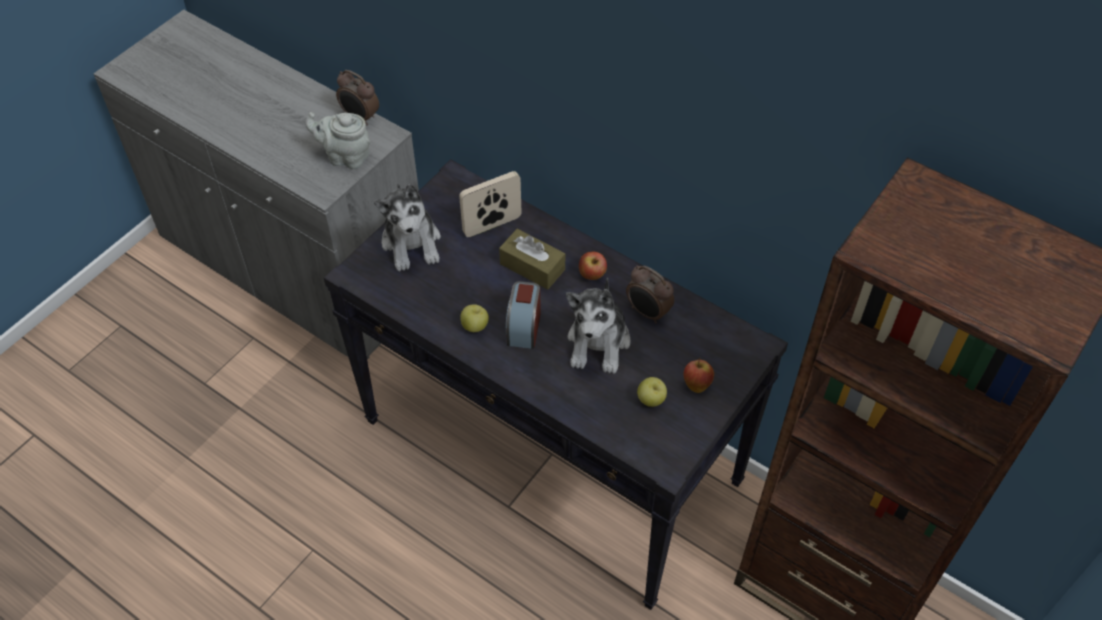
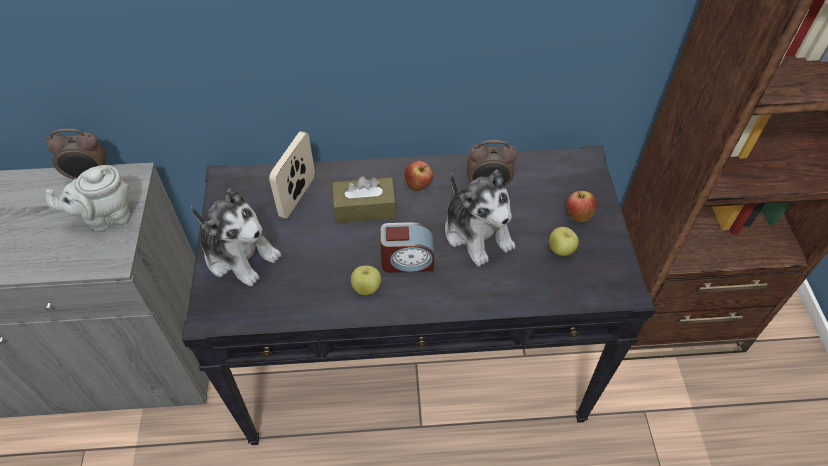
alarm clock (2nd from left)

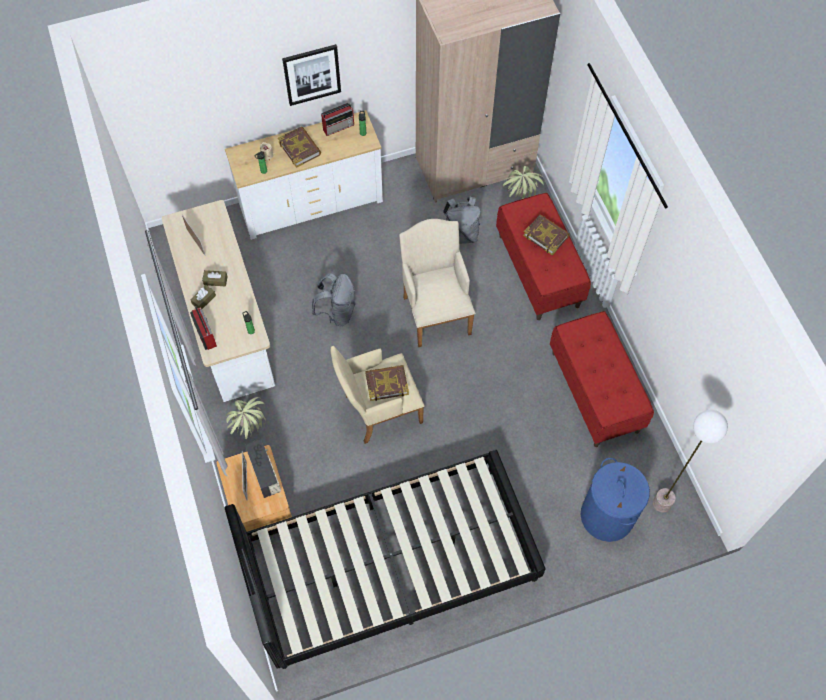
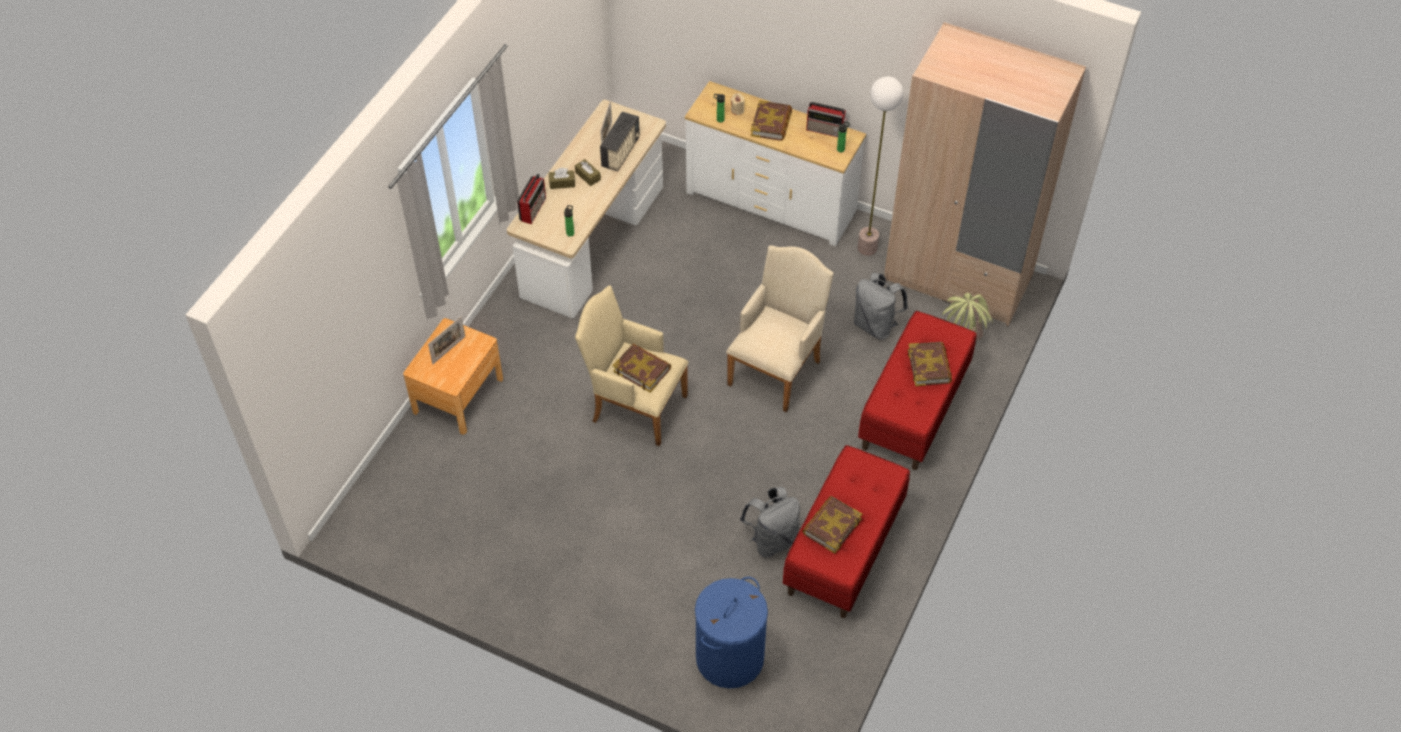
radio receiver (2nd from left)
backpack in grey (1st from left)
bound book (3rd from left)
standard lamp
sleeping bed in blackish
potted plant (1st from left in the first image)
wall picture

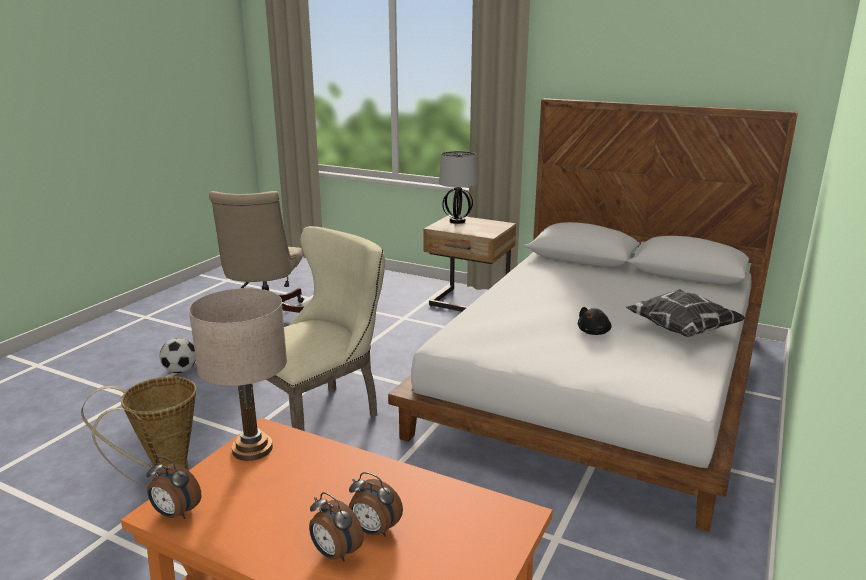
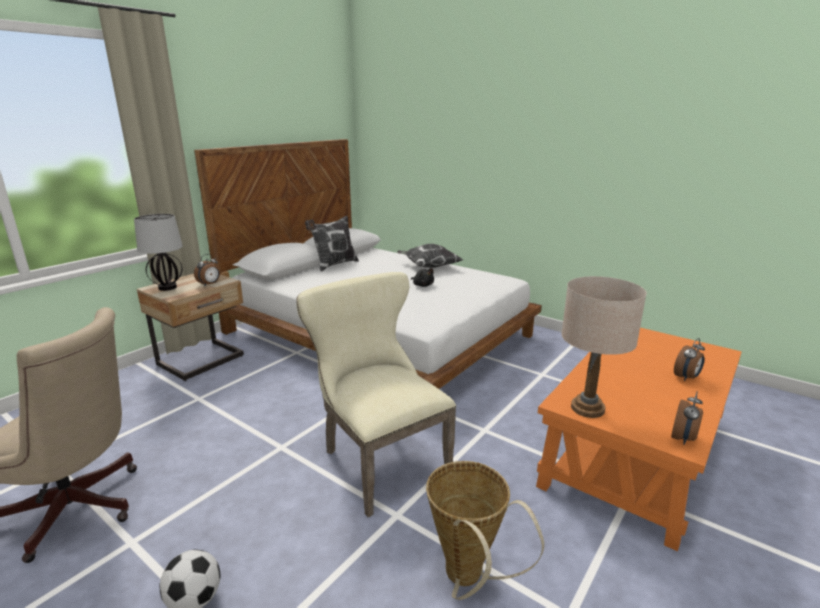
alarm clock (1st from left)
cushion (1st from left)

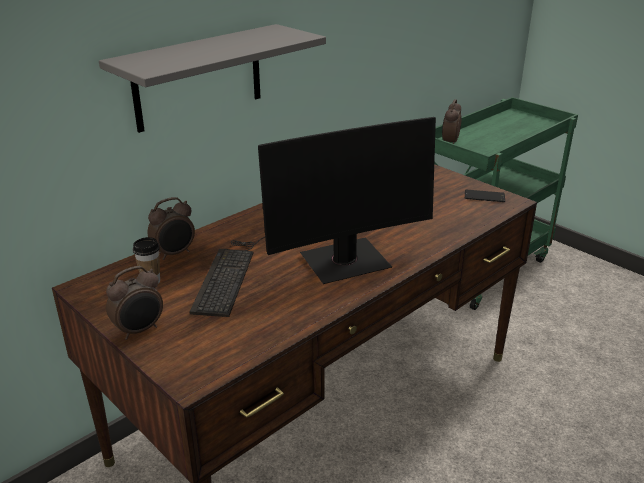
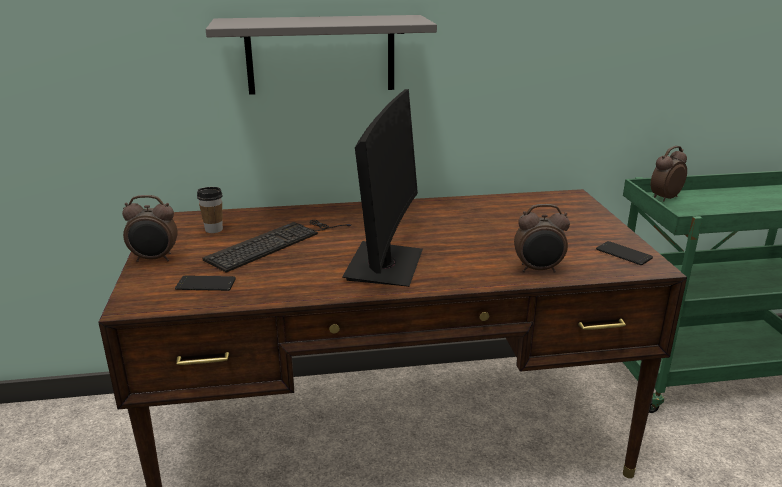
phone (1st from left)
monitor
alarm clock (2nd from left)

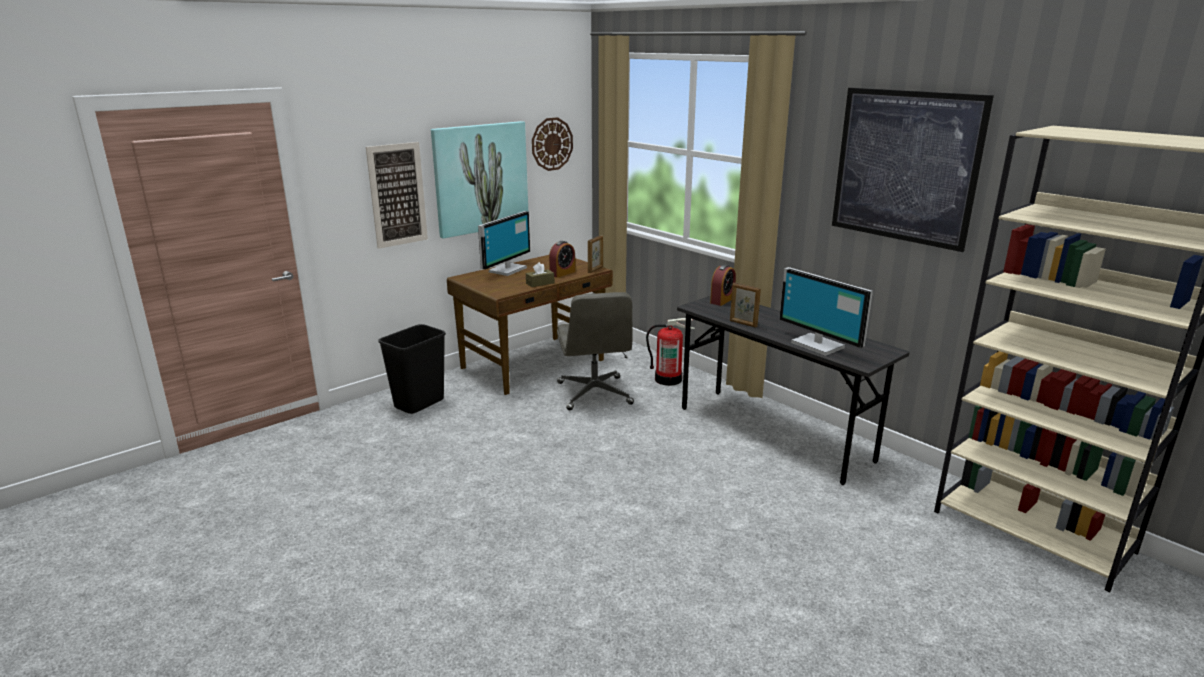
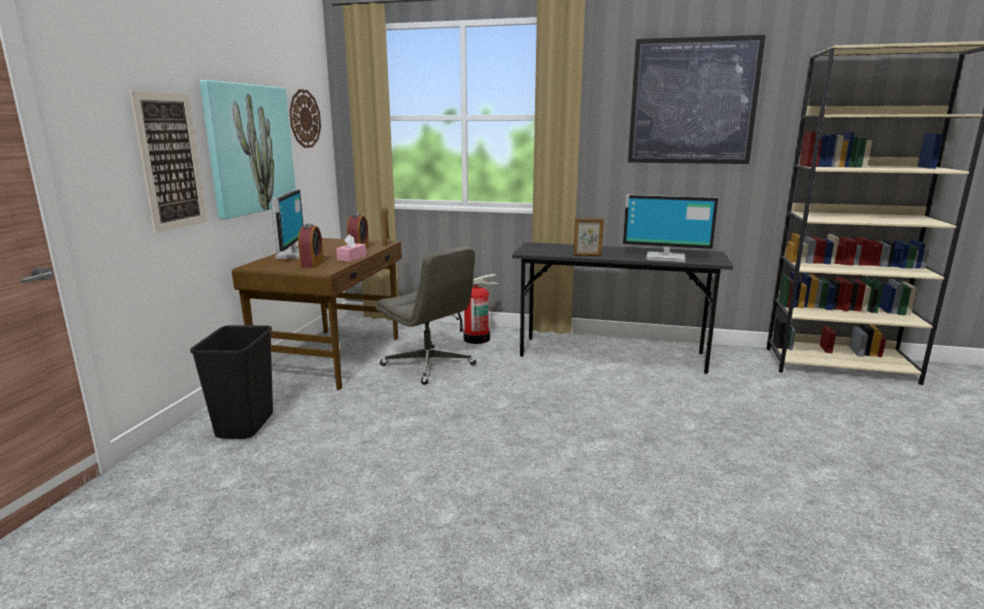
alarm clock (1st from left)
tissue box in pinkish

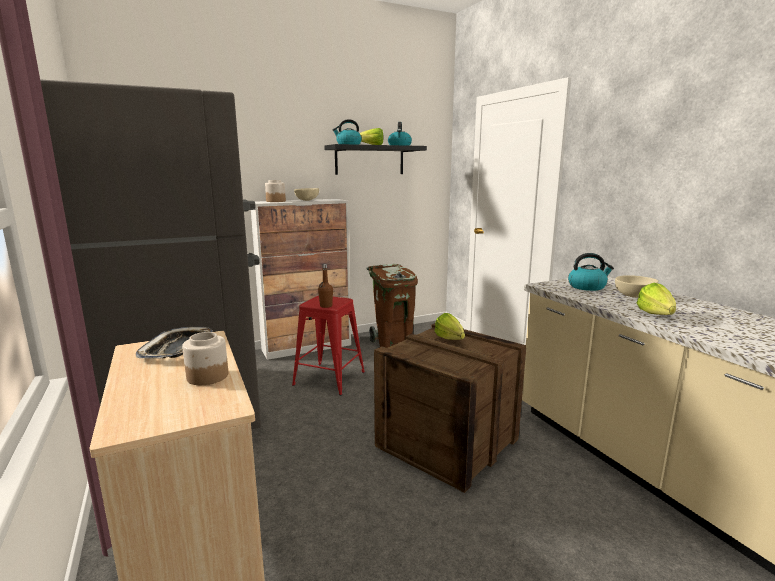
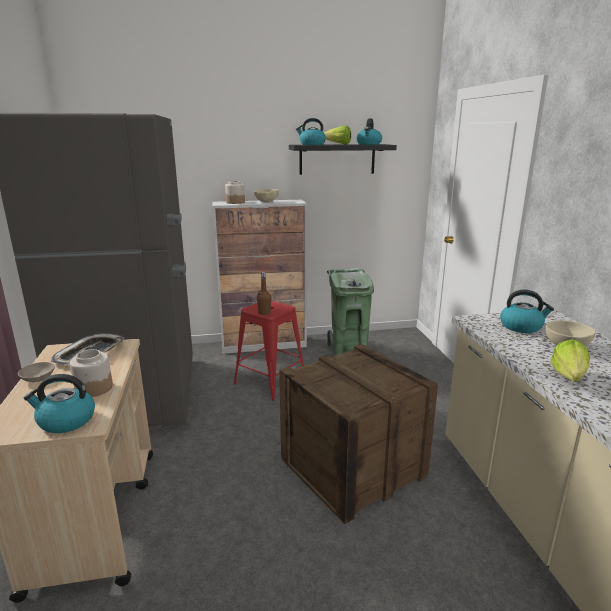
deep dish in sand-coloured (1st from left)
tea kettle (1st from left)
waste bin in greenish
head of lettuce (2nd from left in the first image)

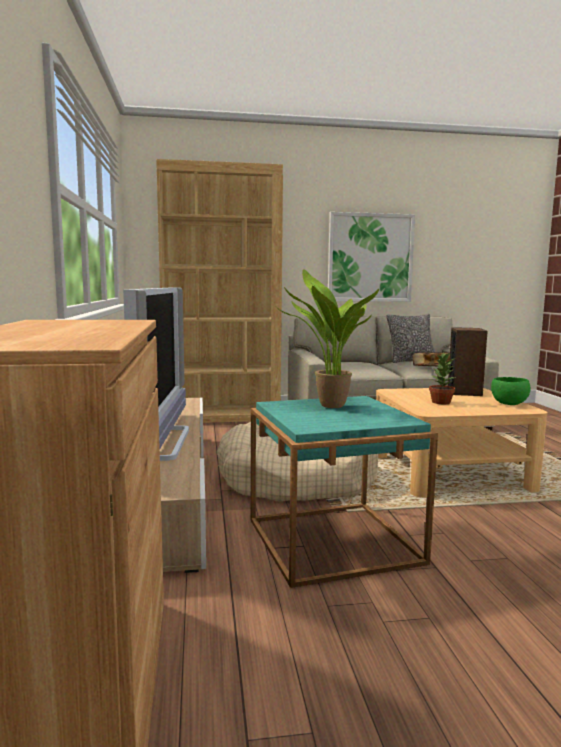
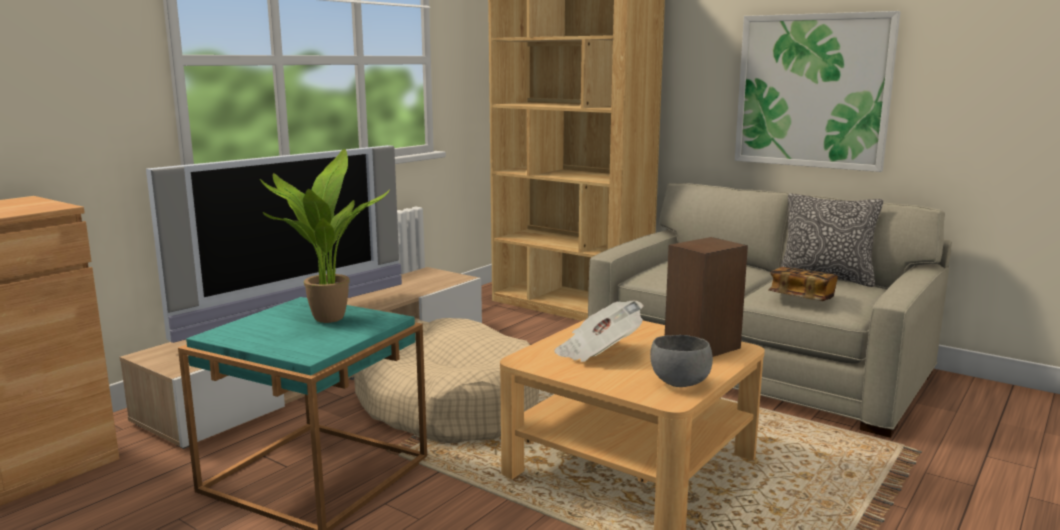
newspaper
deep dish in grey

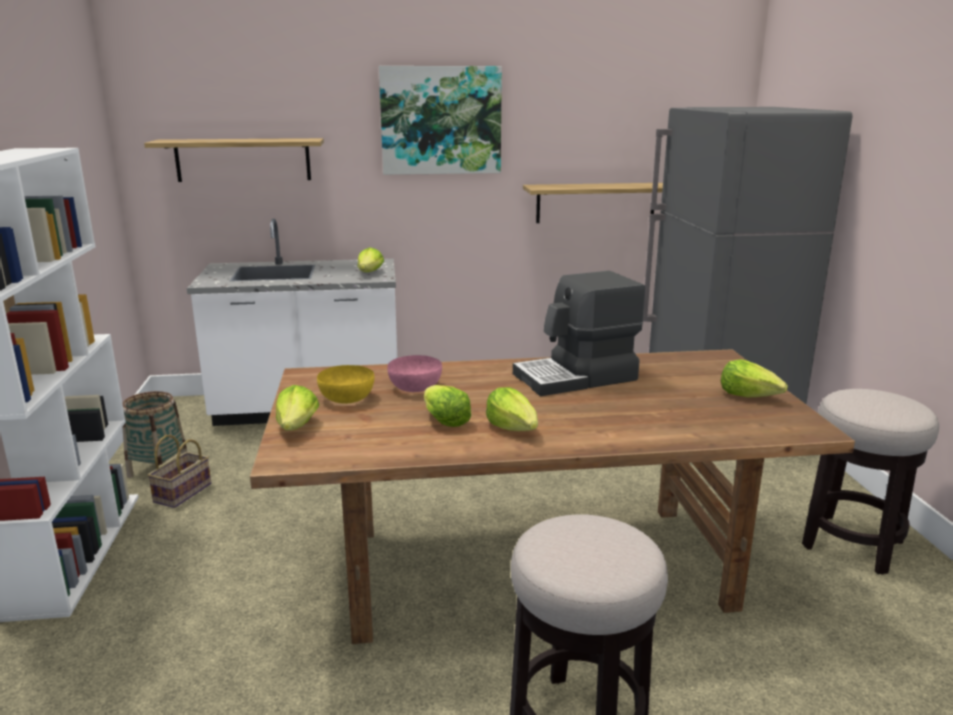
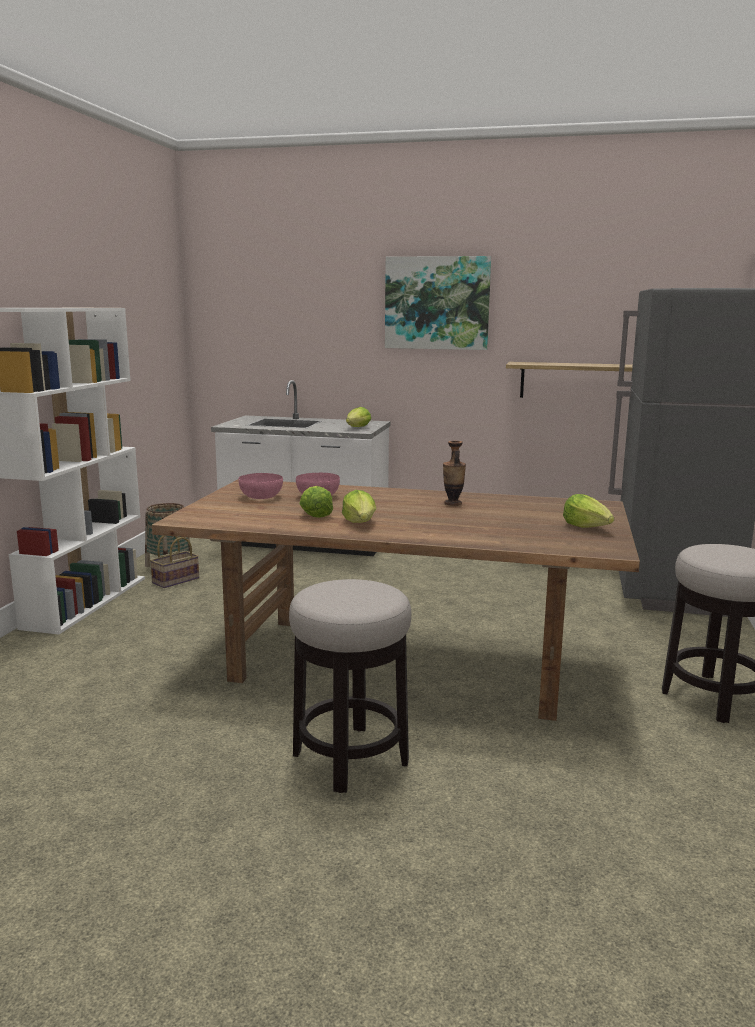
deep dish in pinkish (1st from left)
decorative vase
wall shelf (1st from left in the first image)
head of lettuce (1st from left in the first image)

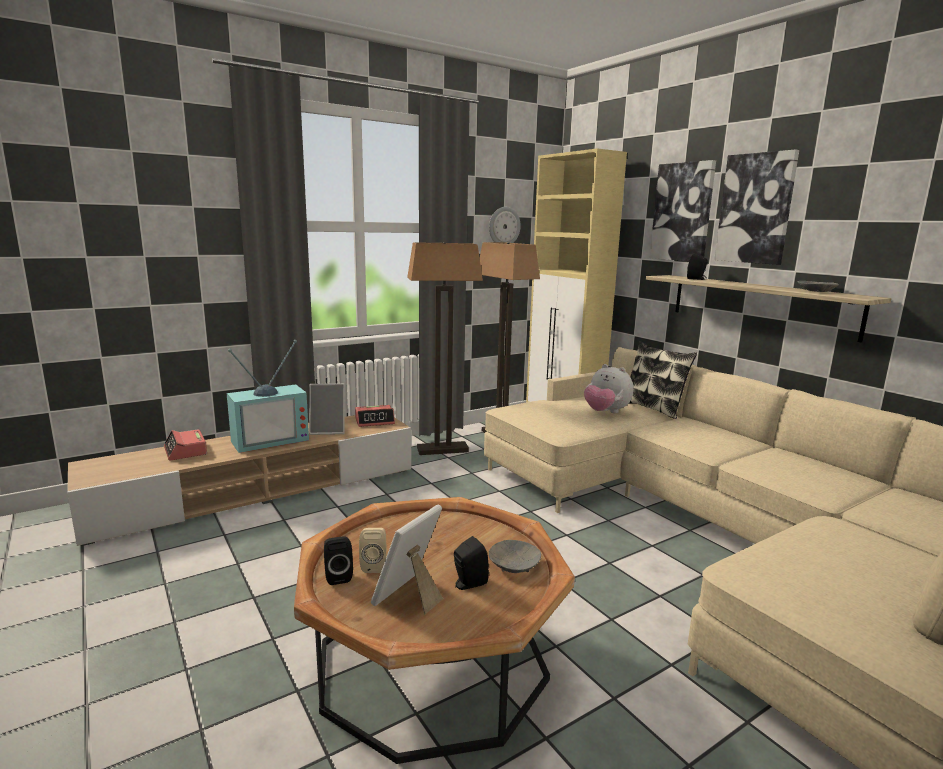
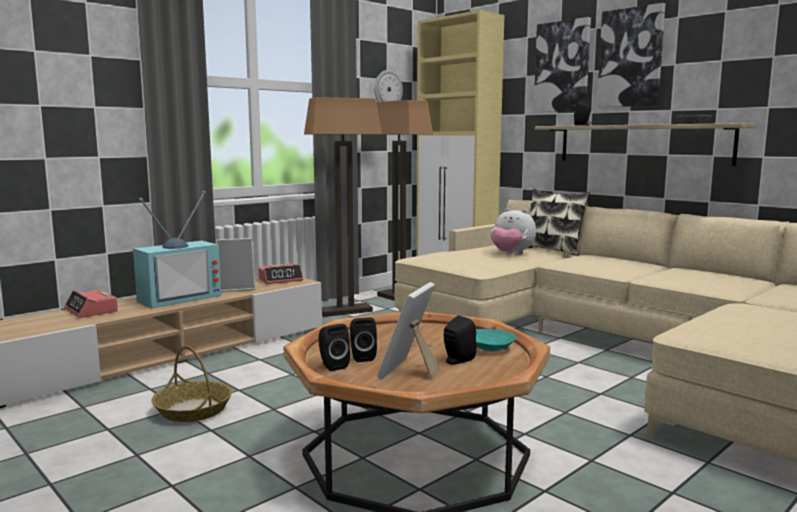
basket
audio speaker in blackish (2nd from left)
deep dish in turquoise-coloured

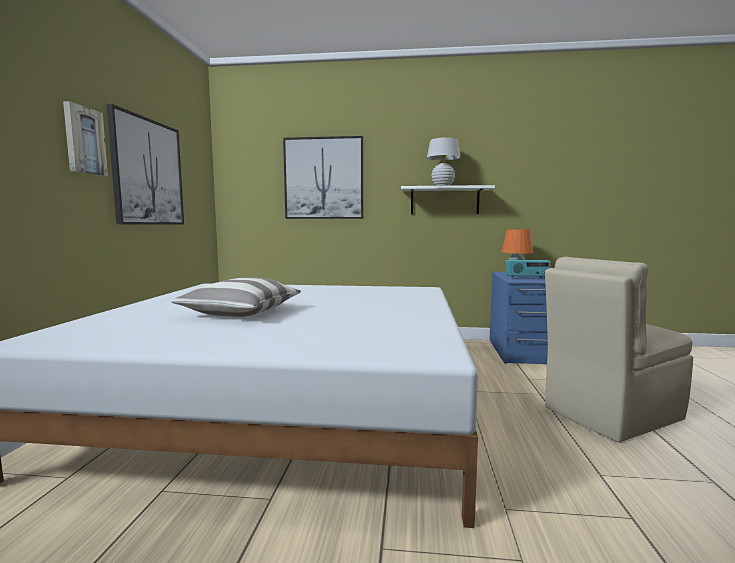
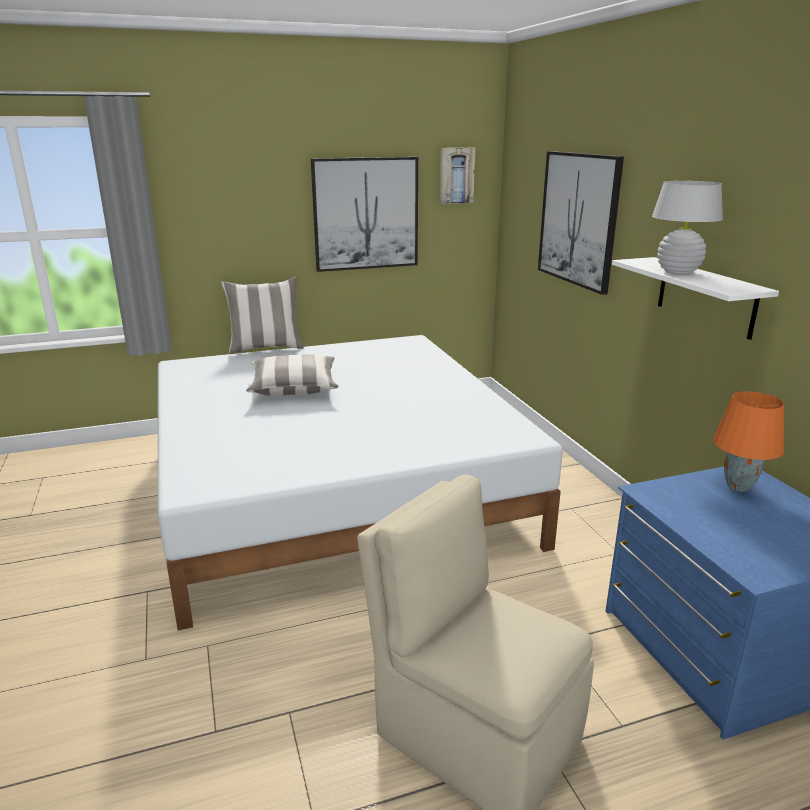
cushion (1st from left)
wall picture (2nd from left)
radio receiver

